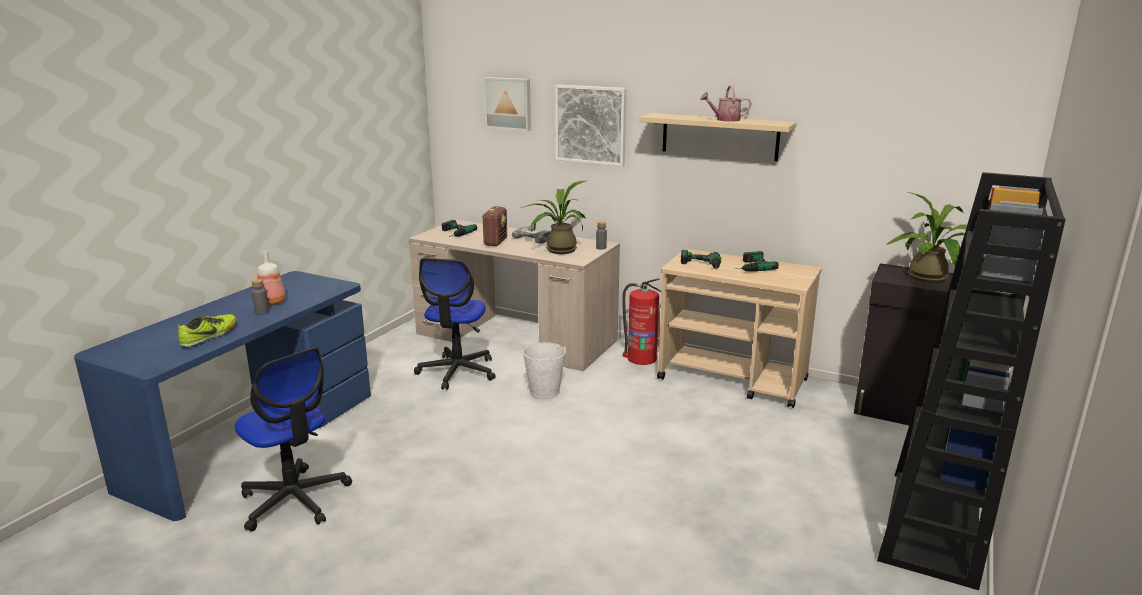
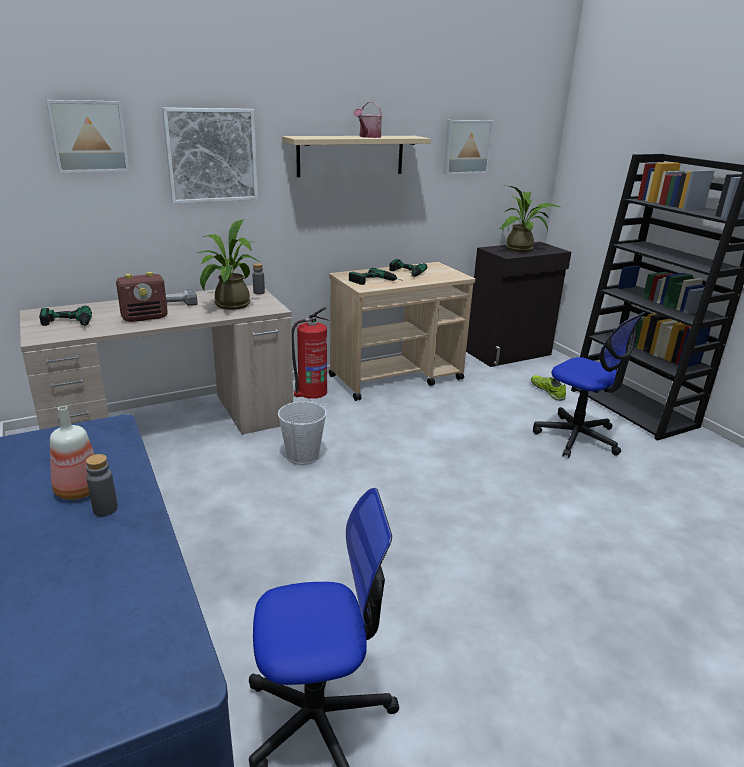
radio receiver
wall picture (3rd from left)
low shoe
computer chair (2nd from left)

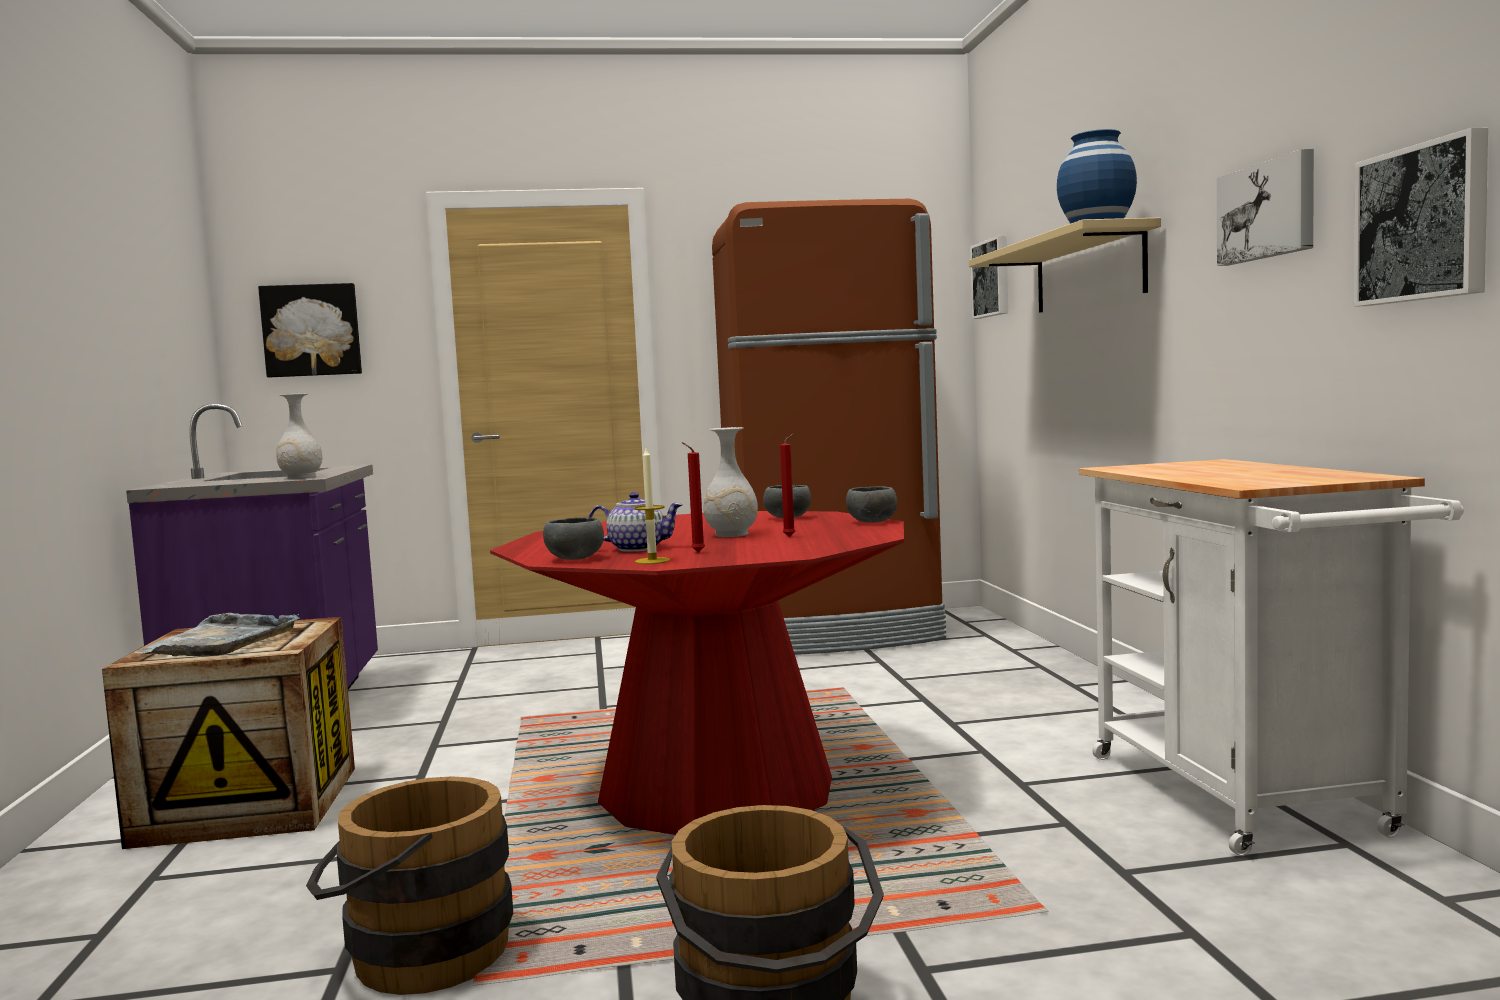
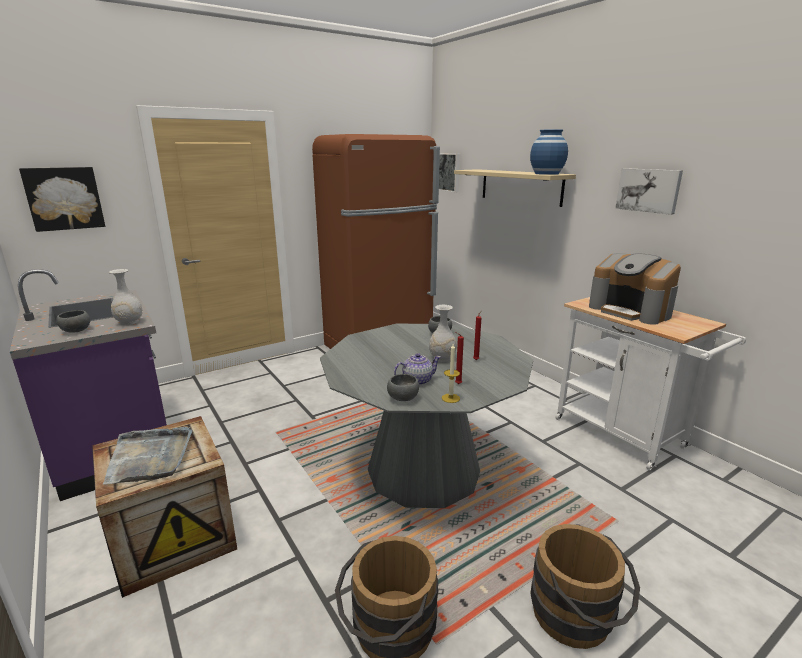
deep dish in grey (1st from left)
dinner table in grey
coffee brewer
wall picture (4th from left in the first image)

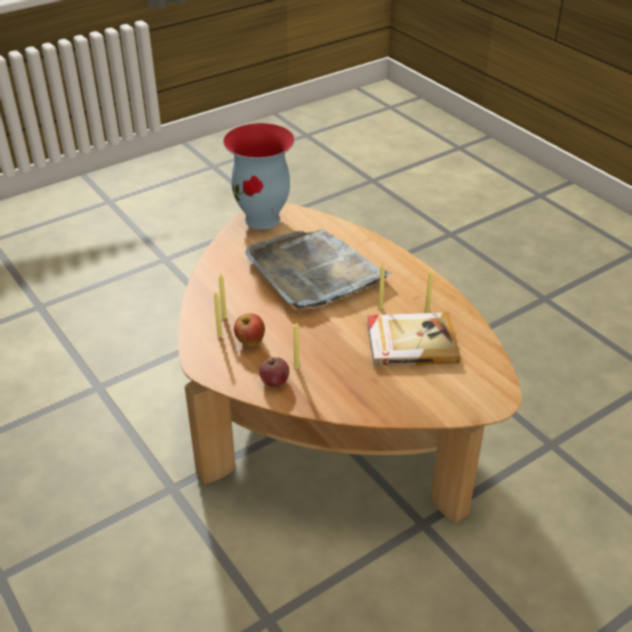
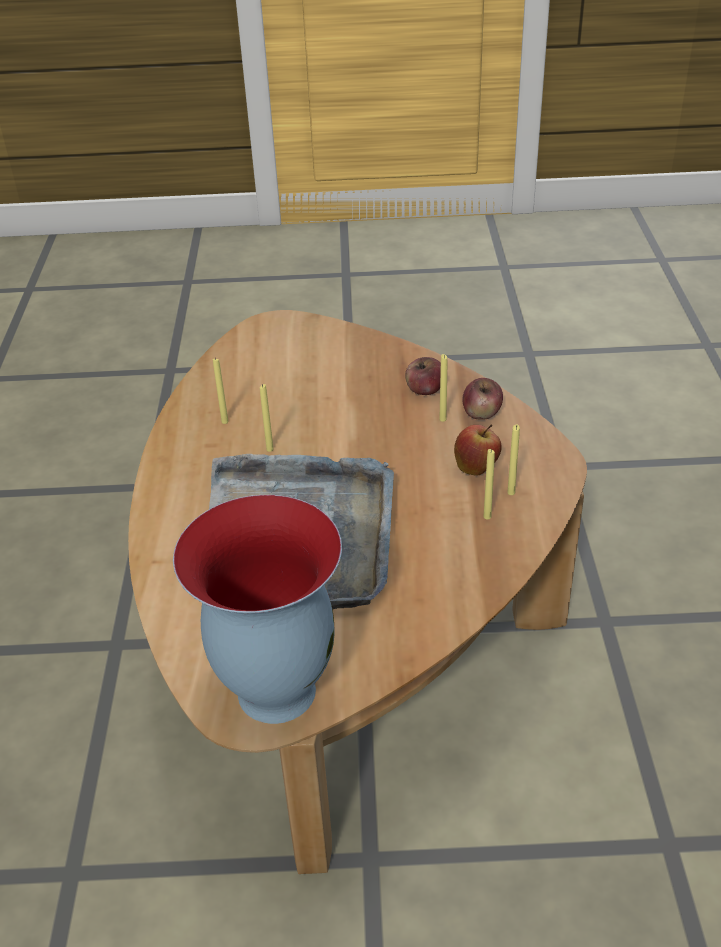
apple (1st from left)
bound book

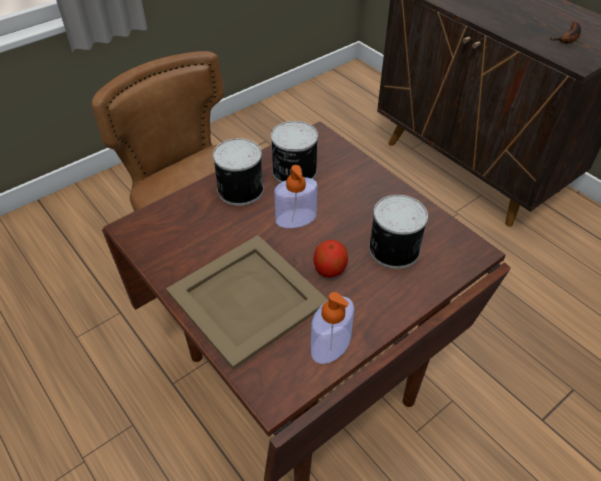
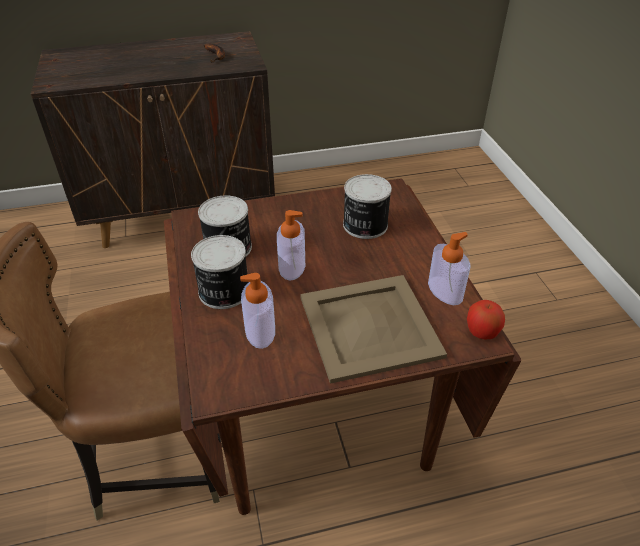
soap dispenser (1st from left)
apple

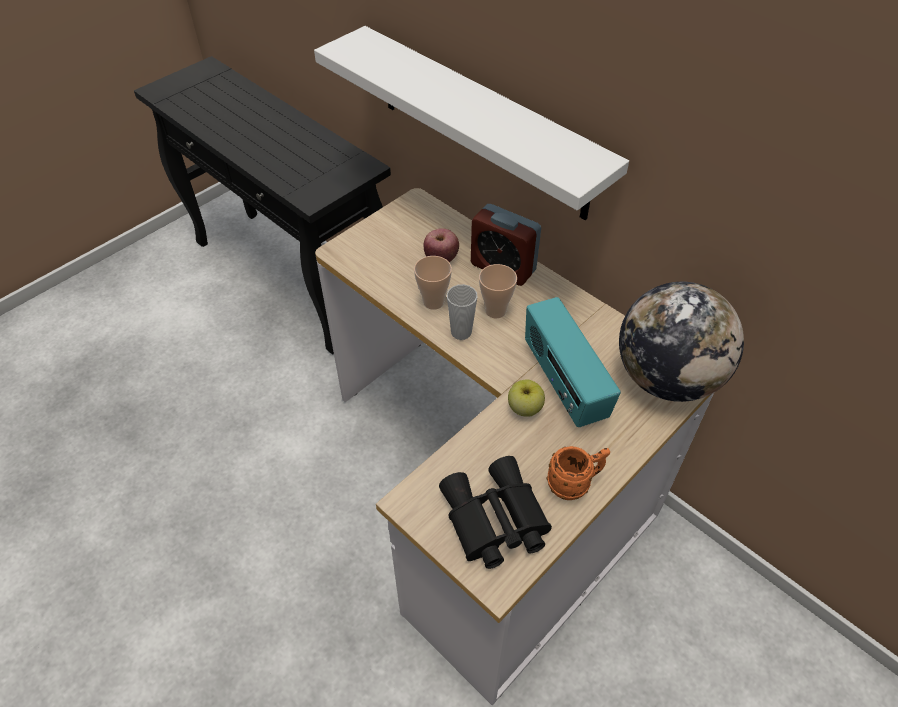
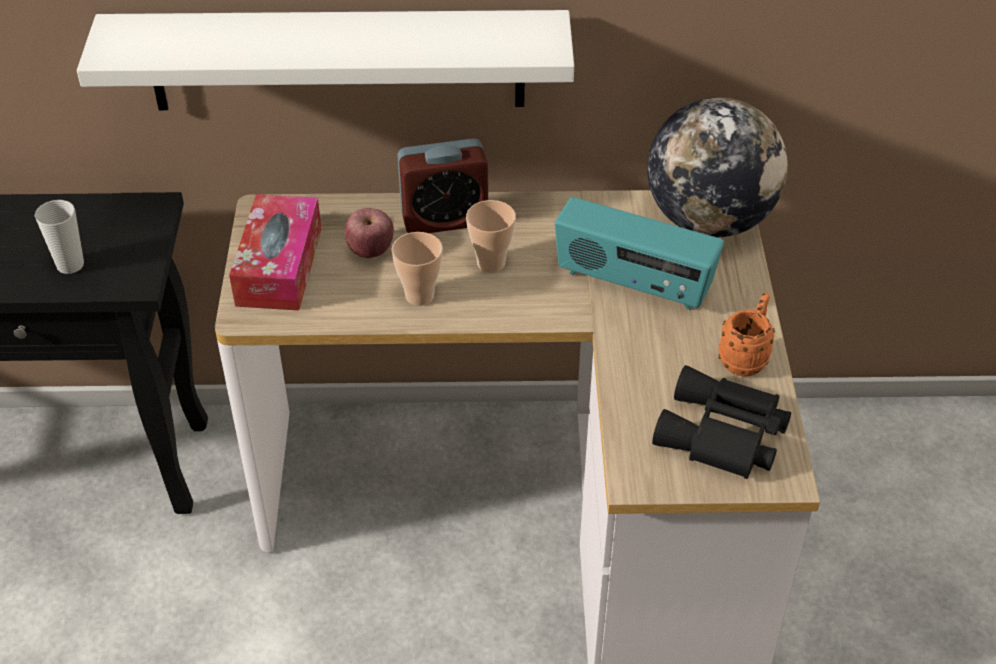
small cup (1st from left)
tissue box
apple (2nd from left in the first image)

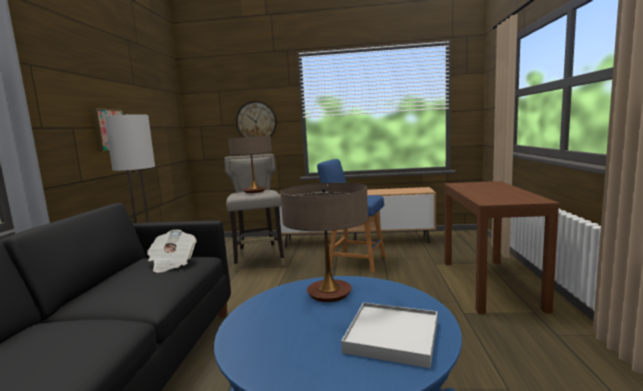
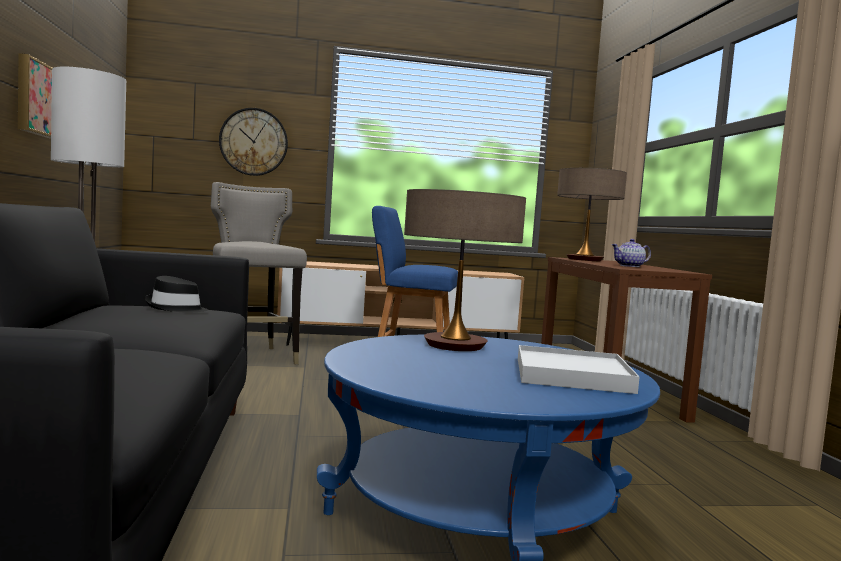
clothing hat in blackish
tabletop lamp (2nd from left)
pot for tea

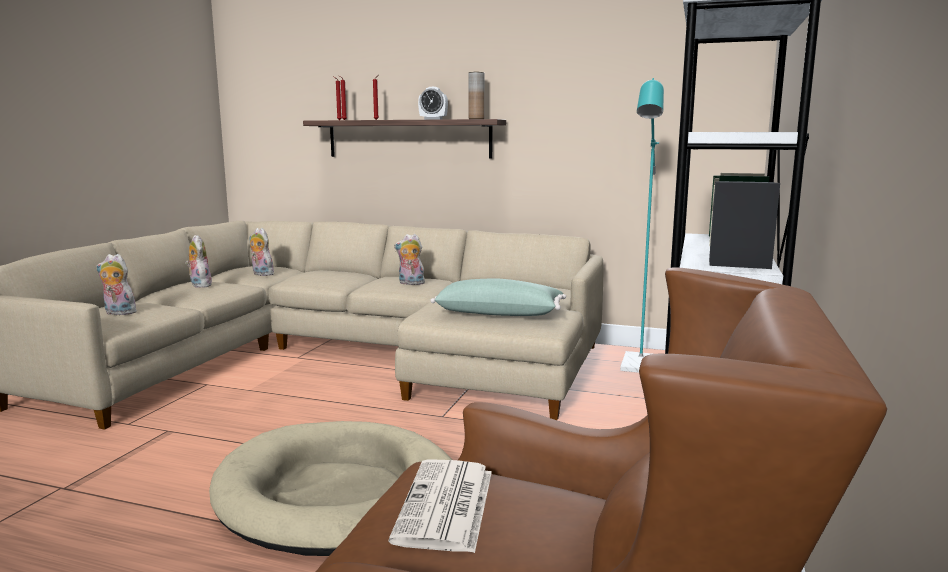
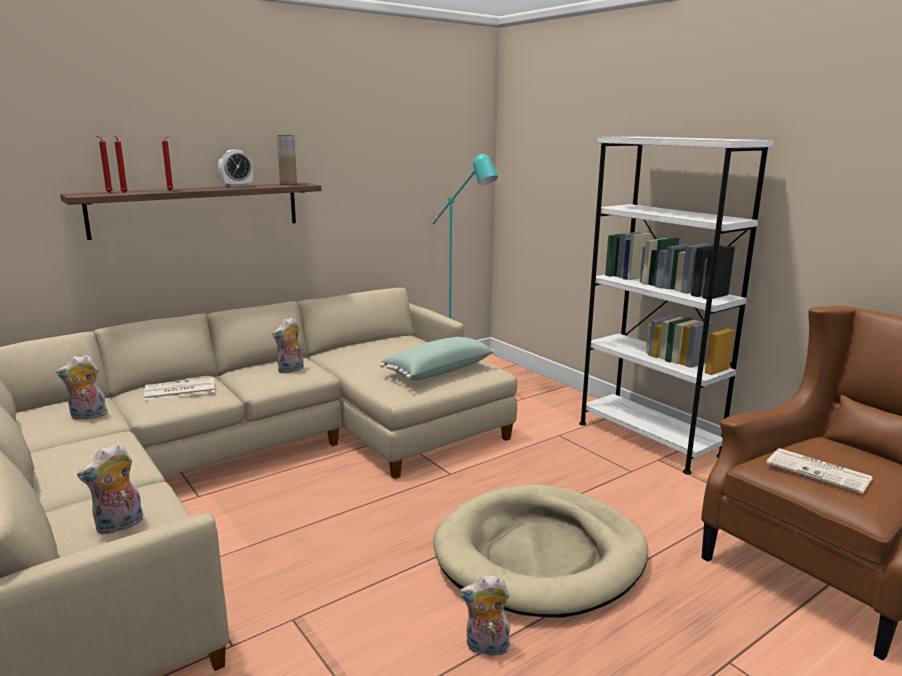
newspaper (1st from left)
cuddly toy (4th from left)

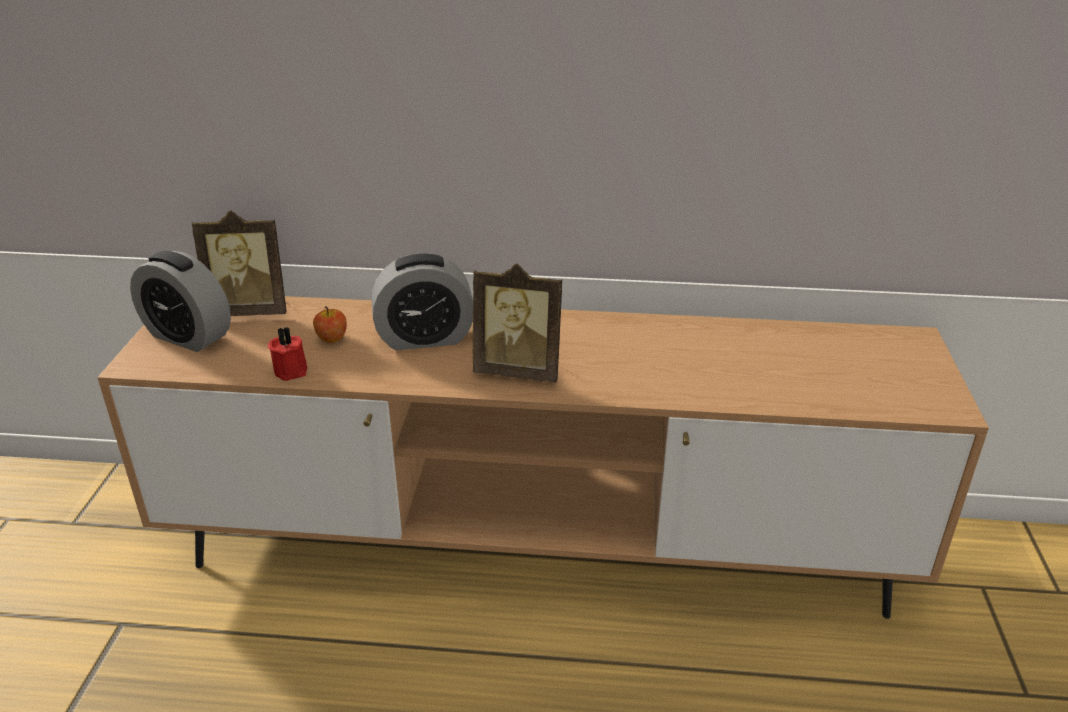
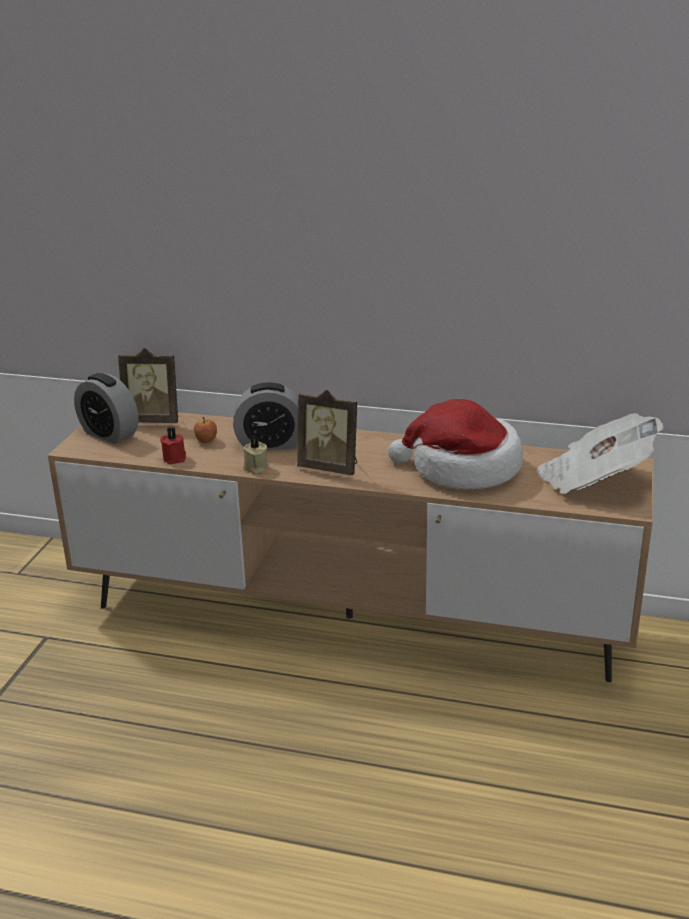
wax light in sand-coloured
clothing hat
newspaper

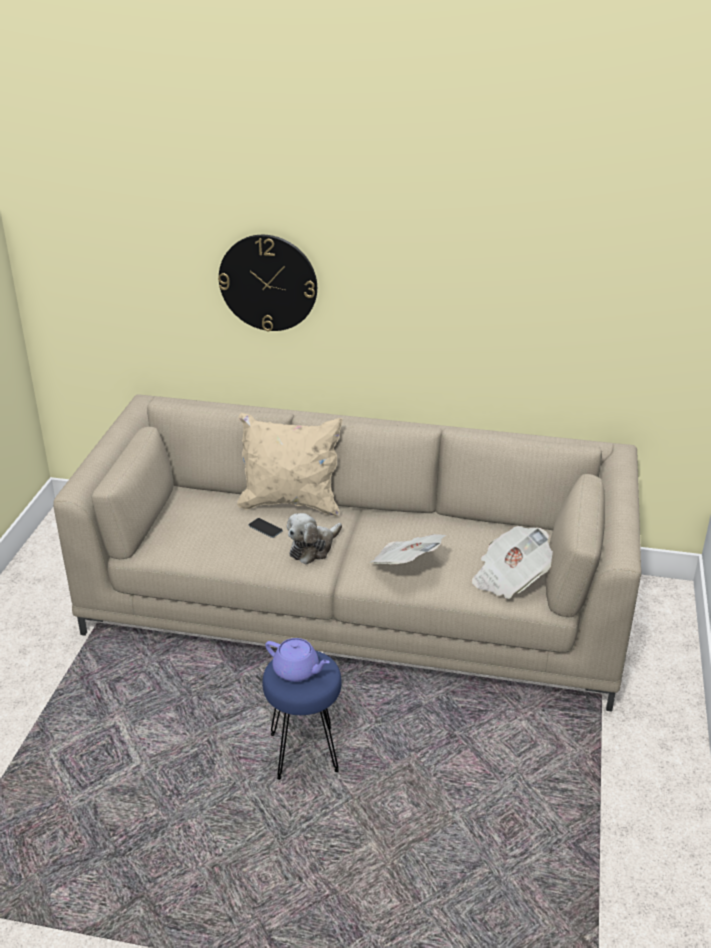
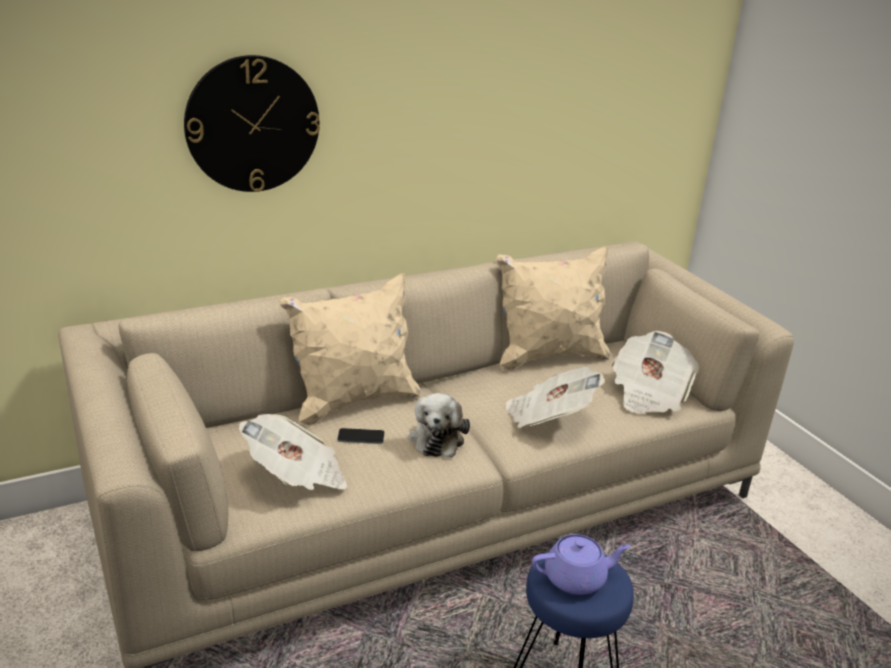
newspaper (1st from left)
cushion in sand-coloured (2nd from left)

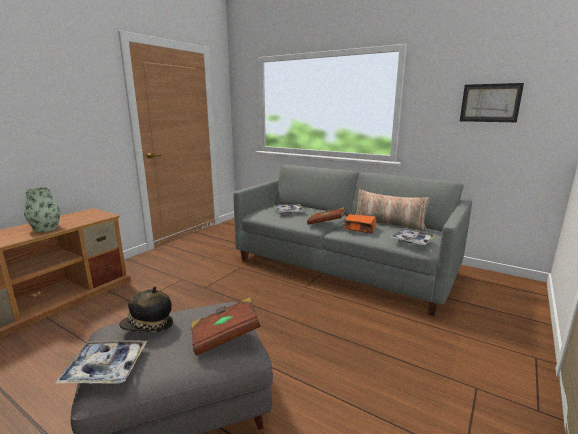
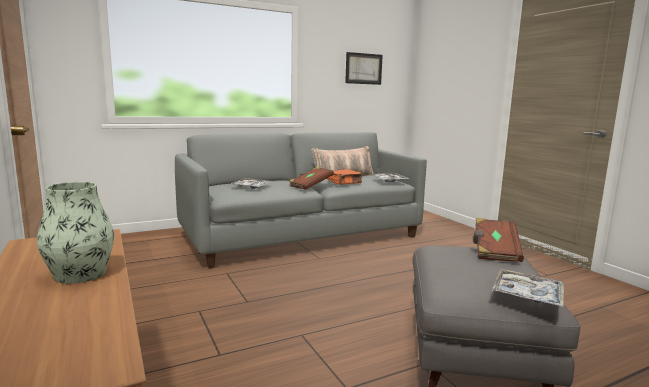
clothing hat

